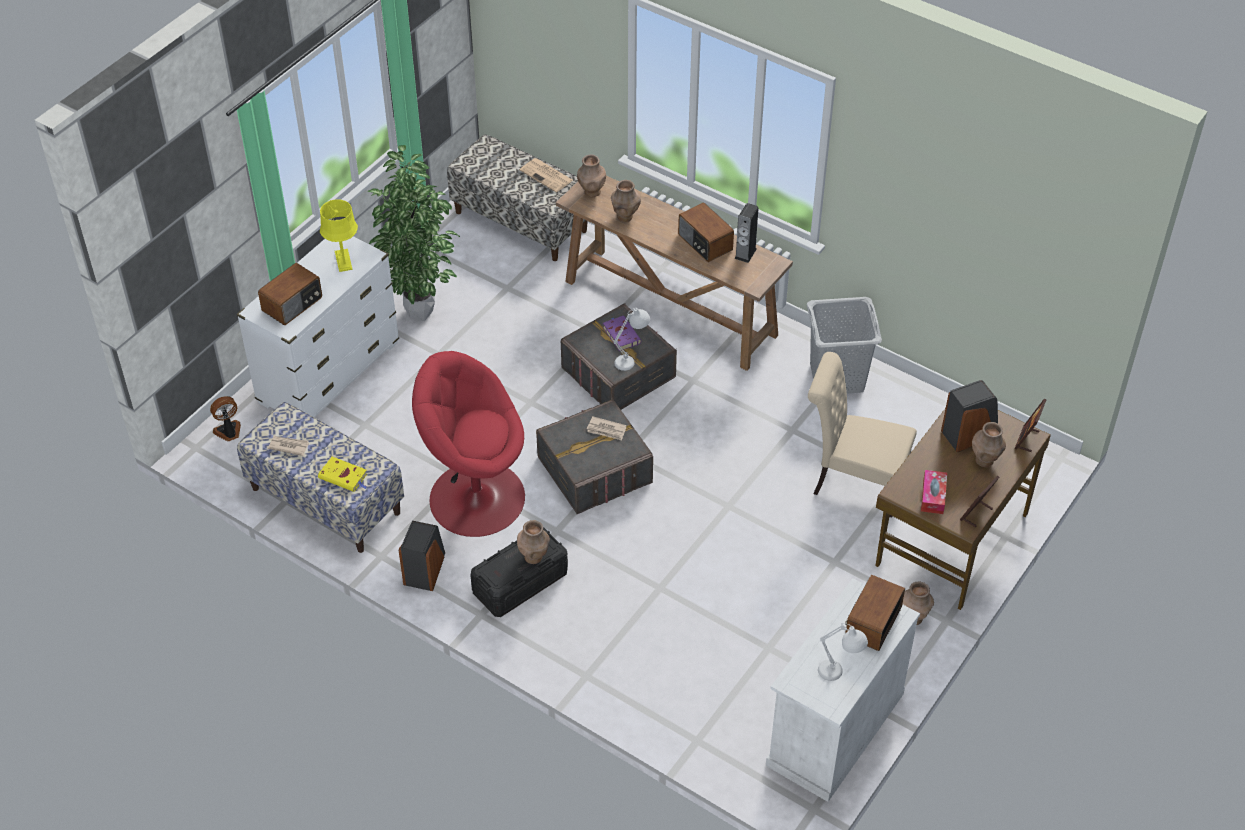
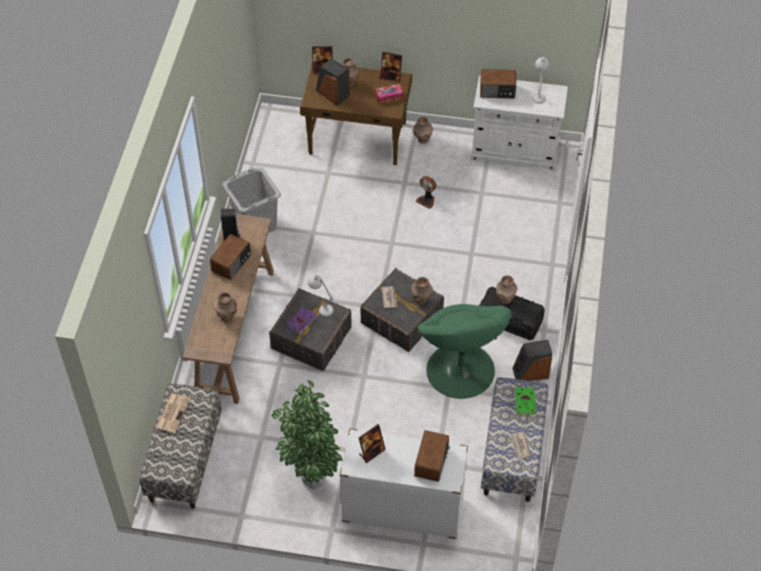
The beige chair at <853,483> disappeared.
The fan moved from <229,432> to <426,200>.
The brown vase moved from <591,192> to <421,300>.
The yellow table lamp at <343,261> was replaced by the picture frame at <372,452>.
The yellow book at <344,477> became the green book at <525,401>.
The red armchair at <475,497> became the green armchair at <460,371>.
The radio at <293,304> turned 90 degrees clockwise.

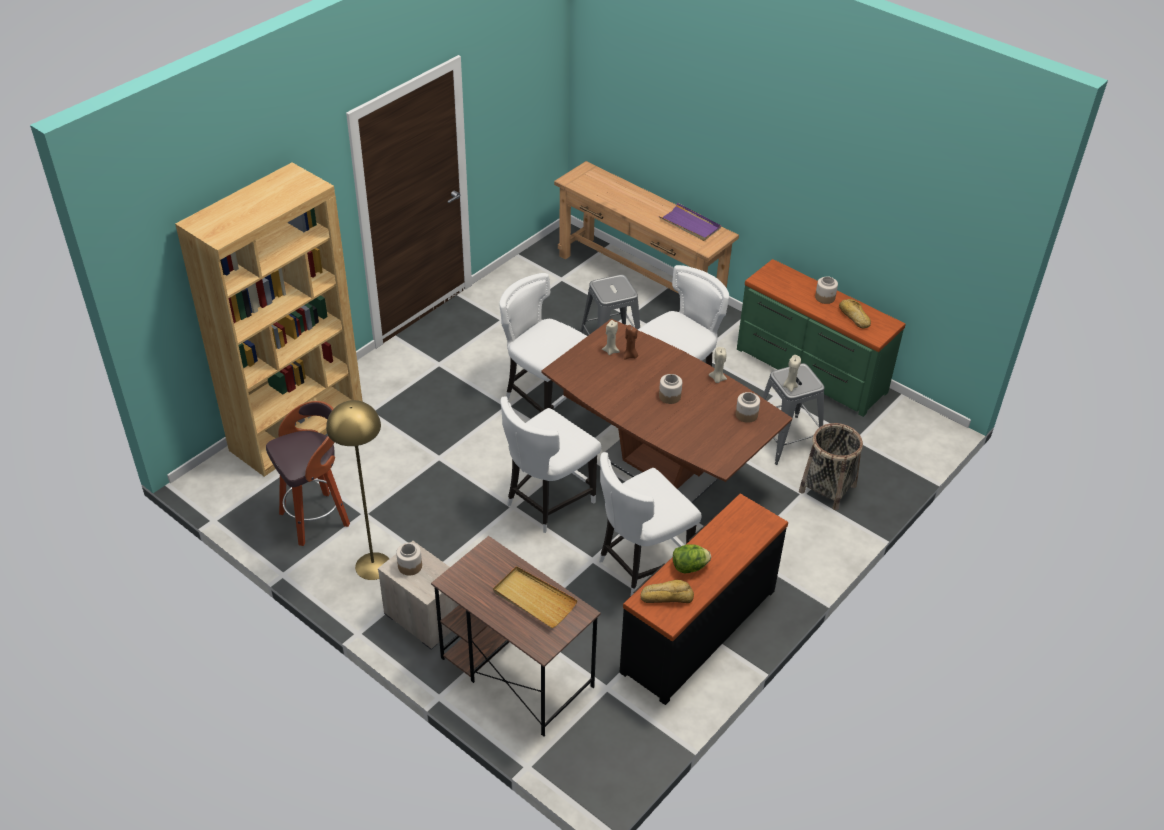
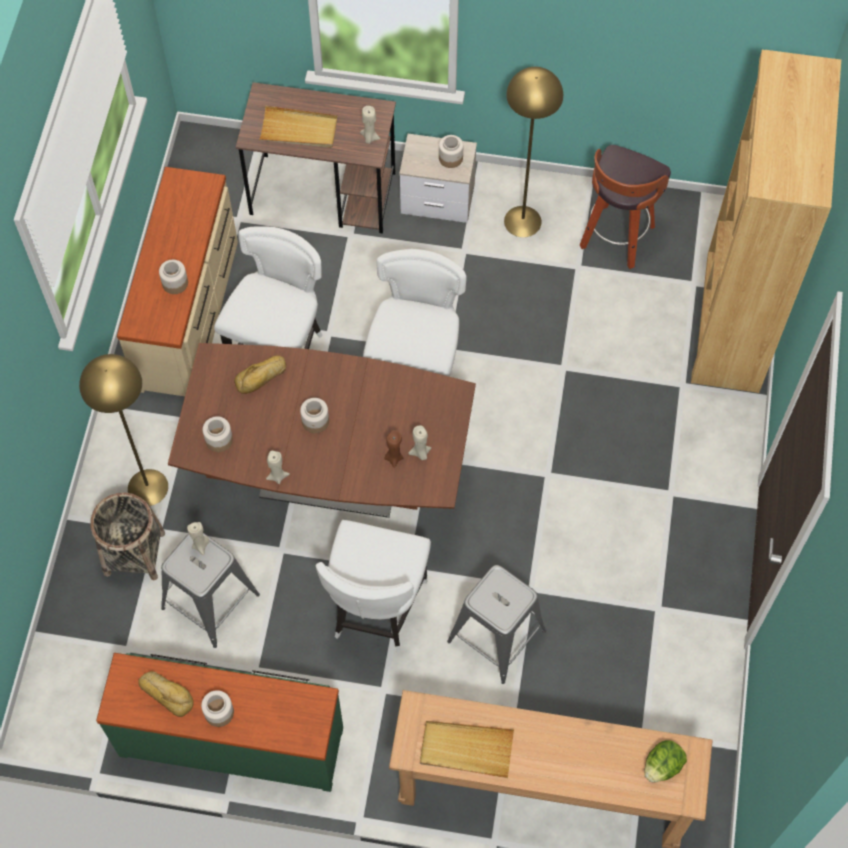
The white chair at <543,398> disappeared.
The yellow floor lamp at <147,487> appeared.
The jar at <175,283> appeared.
The beige candle at <369,137> appeared.
The bread moved from <666,596> to <262,377>.
The lettuce moved from <689,567> to <662,766>.
The black dresser at <697,629> became the beige dresser at <189,313>.
The purple tray at <690,224> became the beige tray at <466,749>.

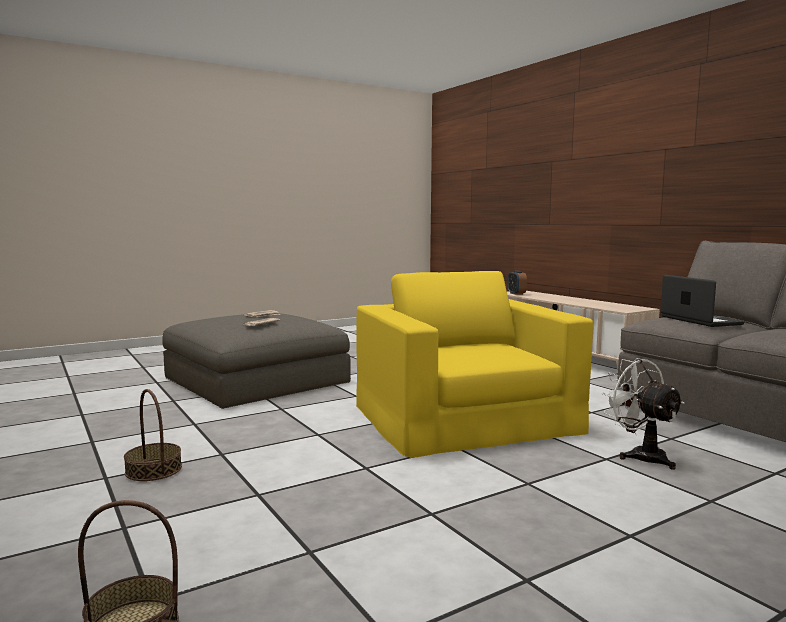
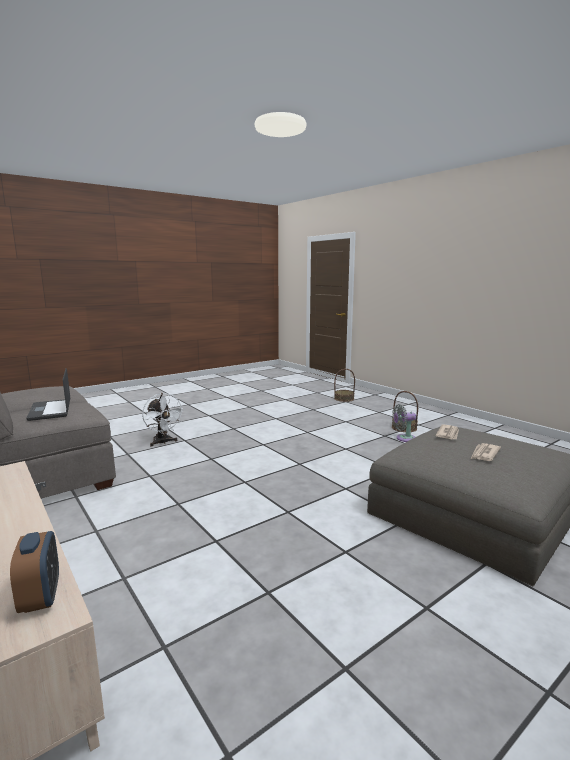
The yellow armchair at <464,418> disappeared.
The grey fan at <404,438> appeared.

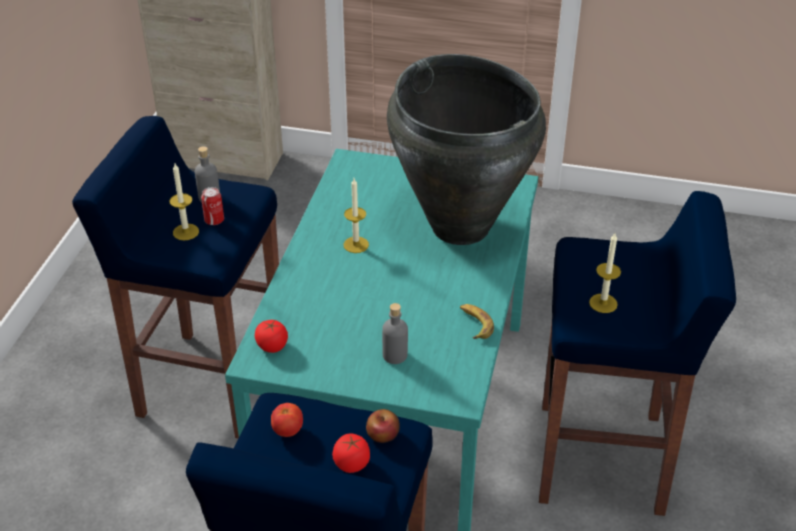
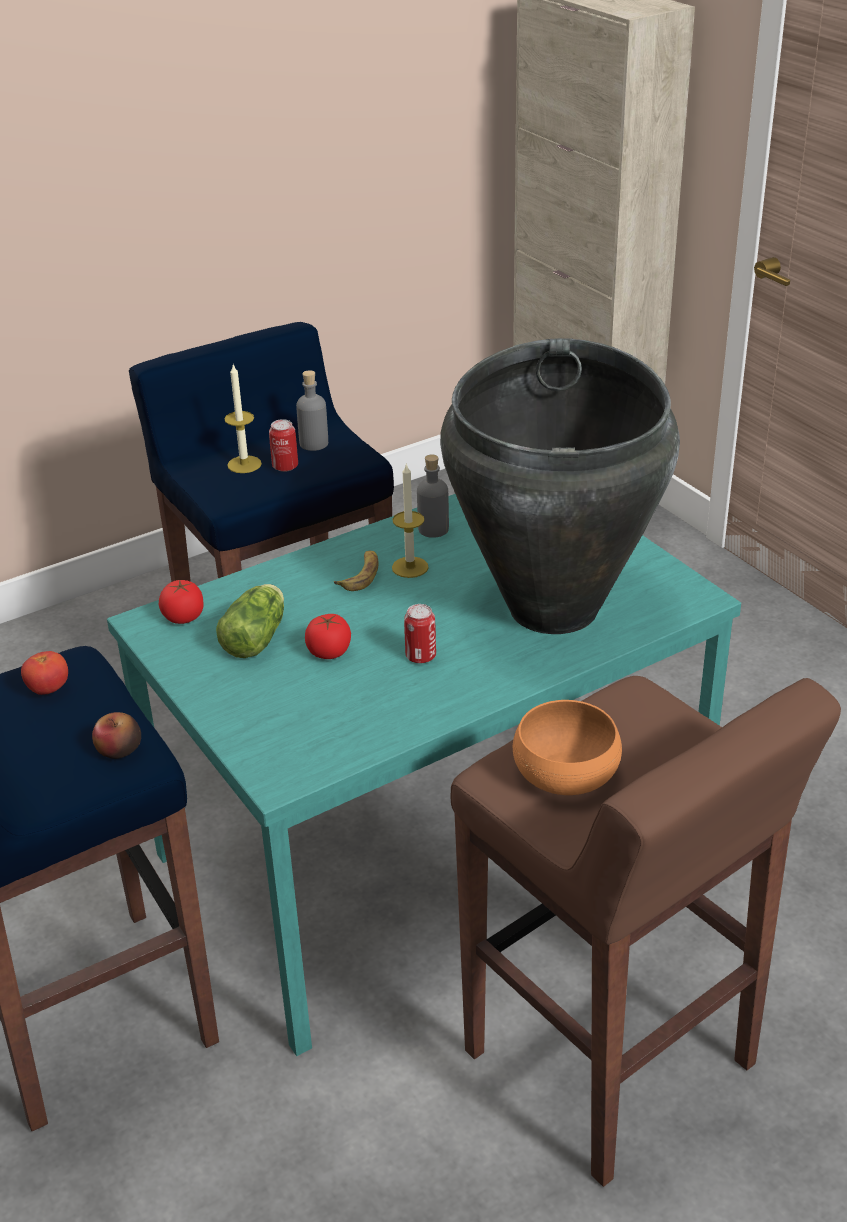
The lettuce at <257,636> appeared.
The can at <420,656> appeared.
The tomato moved from <352,463> to <329,652>.
The grey bottle moved from <395,355> to <433,529>.
The banana moved from <474,324> to <360,575>.
The candle at <603,303> was replaced by the orange bowl at <565,771>.
The blue stool at <603,459> became the brown stool at <612,1062>.

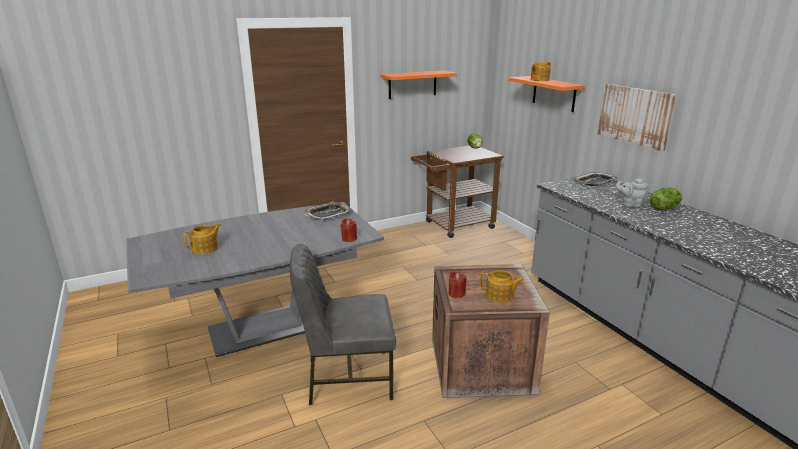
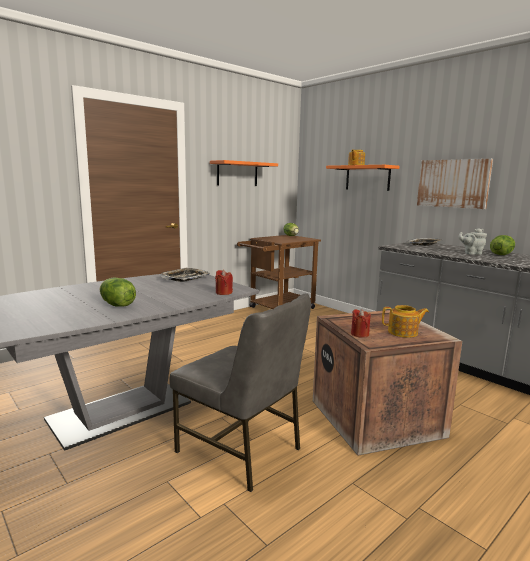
The teapot at <205,248> disappeared.
The lettuce at <117,305> appeared.
The grey chair at <347,377> turned 120 degrees counterclockwise.

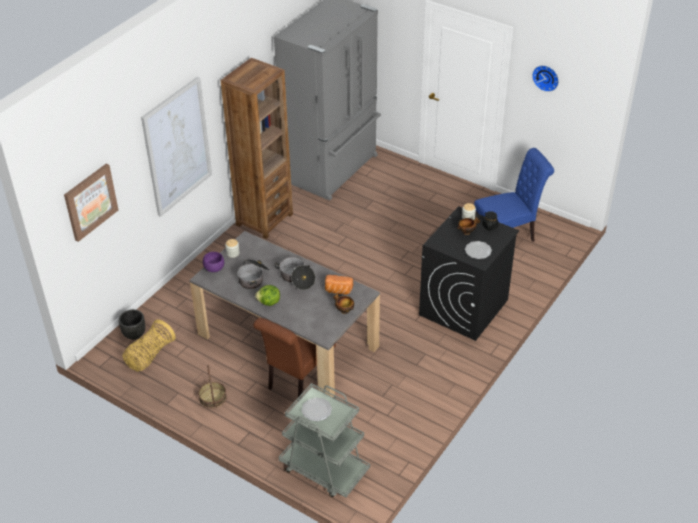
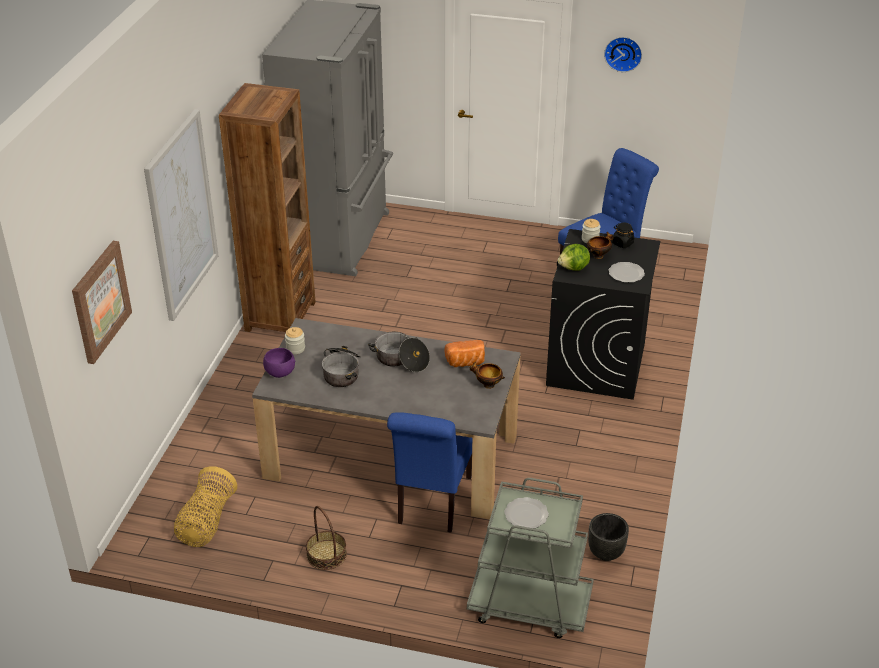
The black planter moved from <134,335> to <606,553>.
The lettuce moved from <269,302> to <574,268>.
The brown chair at <297,381> became the blue chair at <432,503>.

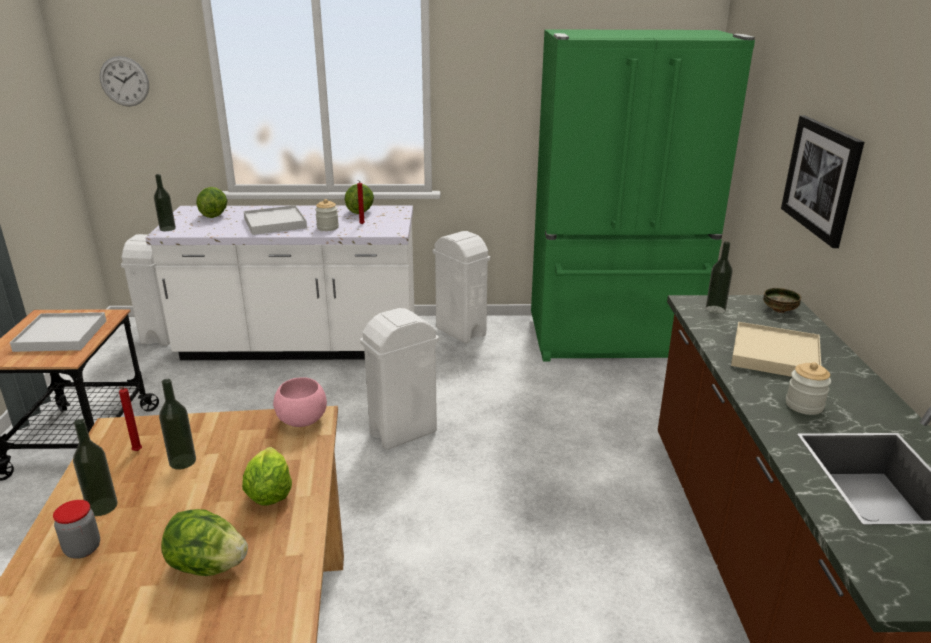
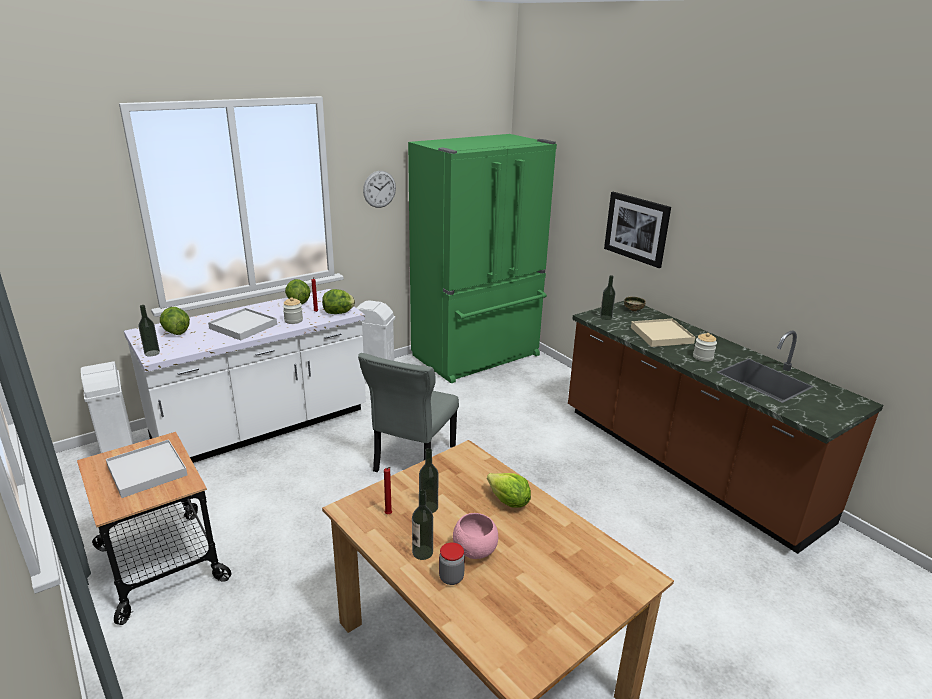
The wall clock moved from <124,81> to <379,189>.
The lettuce moved from <207,566> to <339,313>.
The pink bowl moved from <301,421> to <474,551>.
The white trash can at <402,432> was replaced by the grey chair at <413,460>.

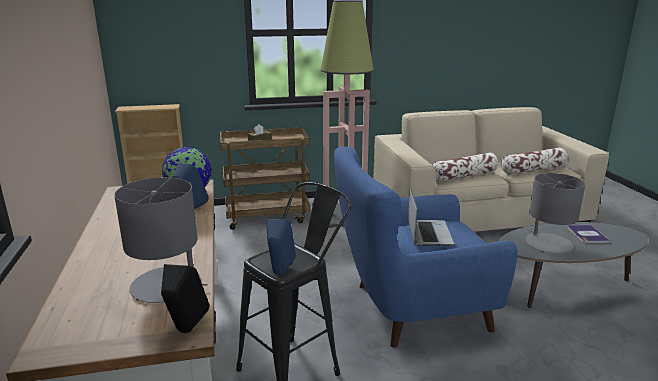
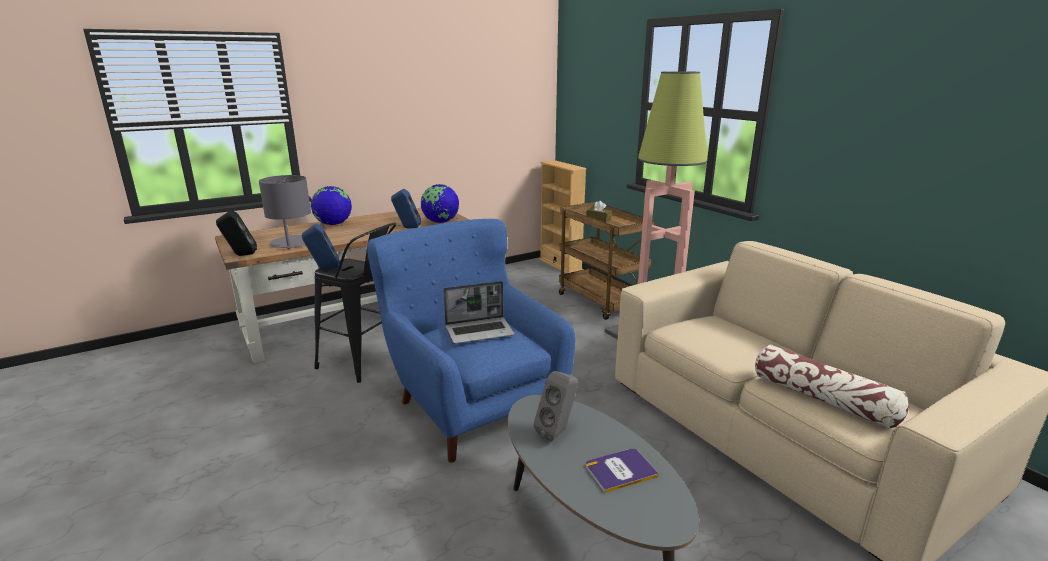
The pillow at <463,176> disappeared.
The globe at <333,224> appeared.
The grey table lamp at <548,244> was replaced by the grey speaker at <558,432>.

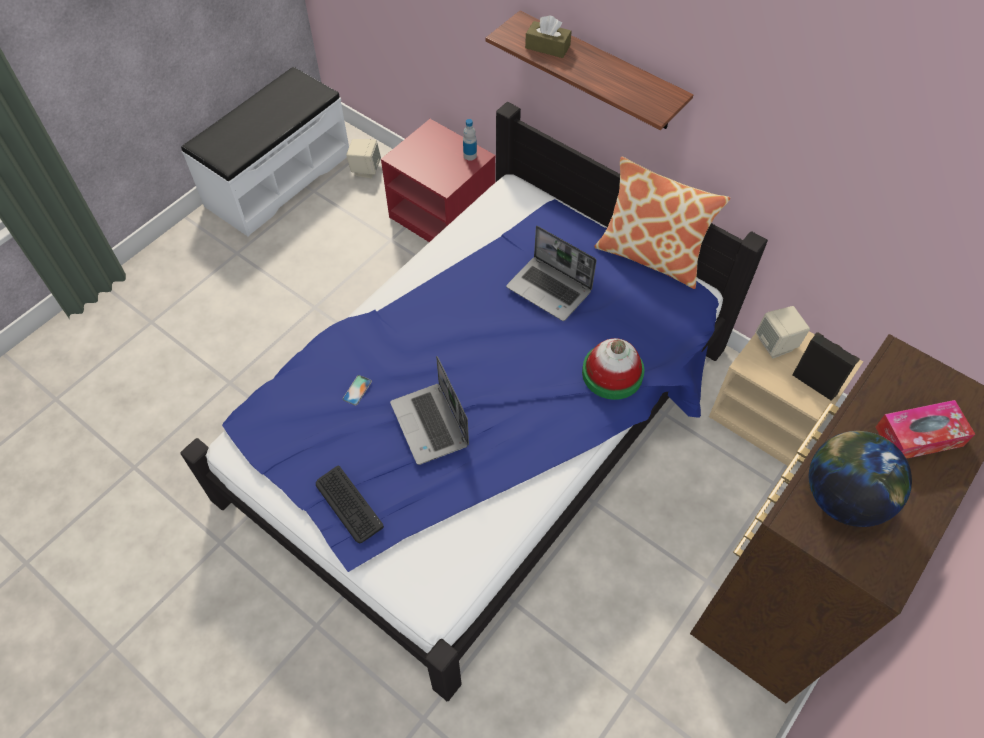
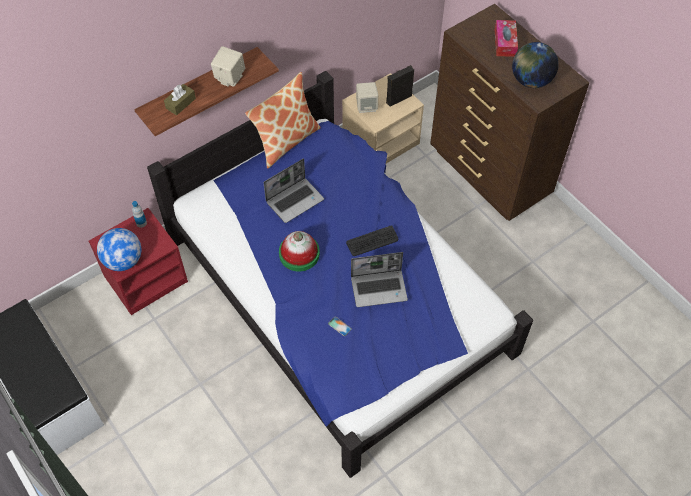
The globe at <123,261> appeared.
The keyboard moved from <348,505> to <372,241>.
The beige speaker moved from <365,169> to <229,78>.
The hat moved from <612,373> to <299,254>.

